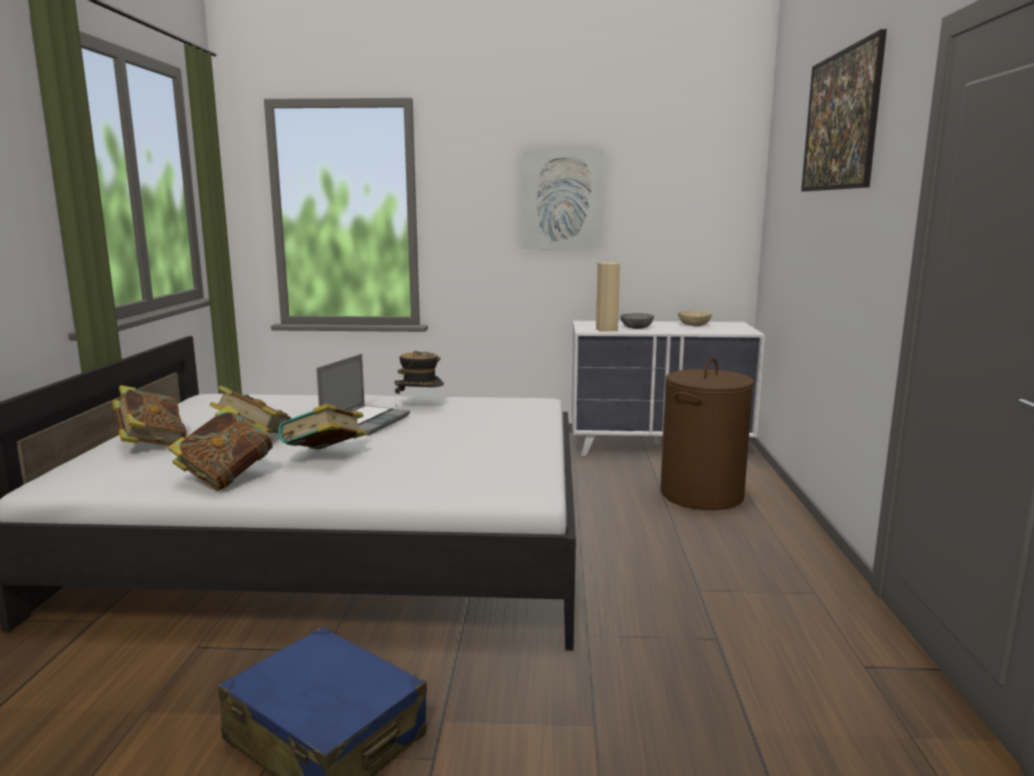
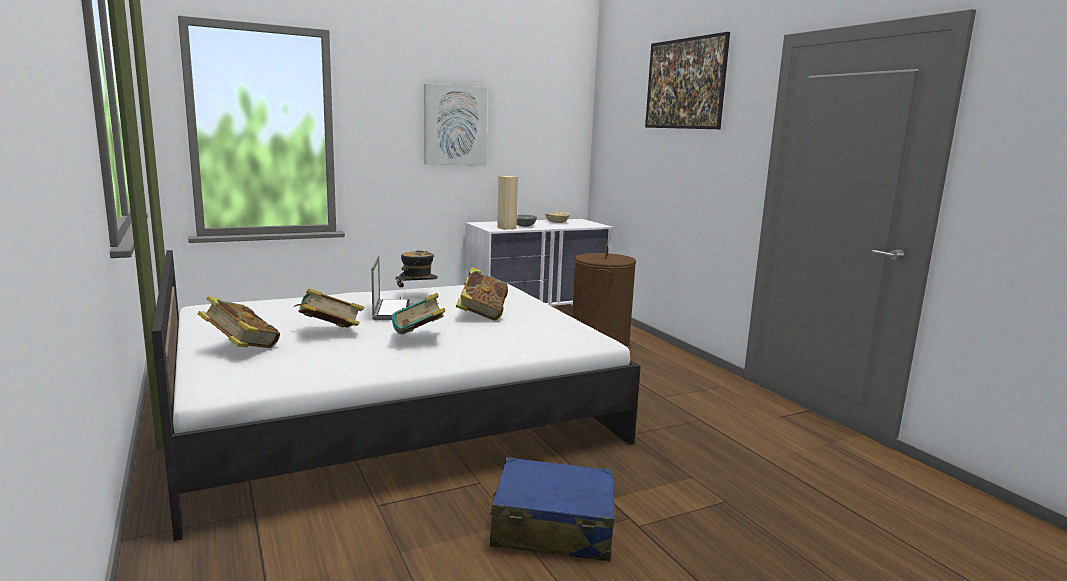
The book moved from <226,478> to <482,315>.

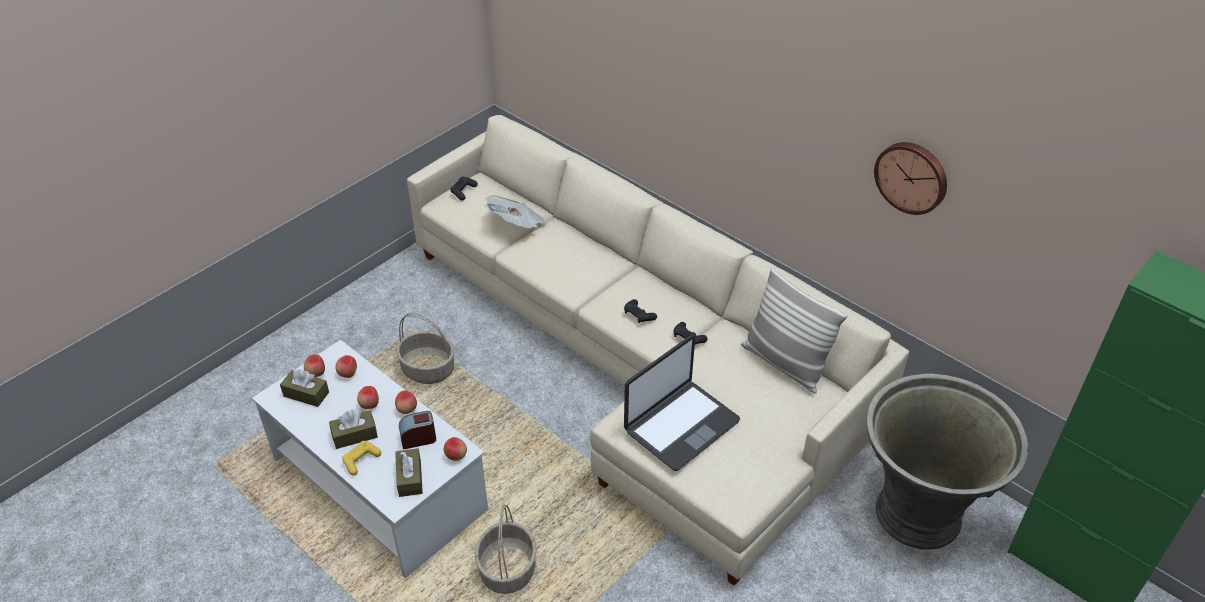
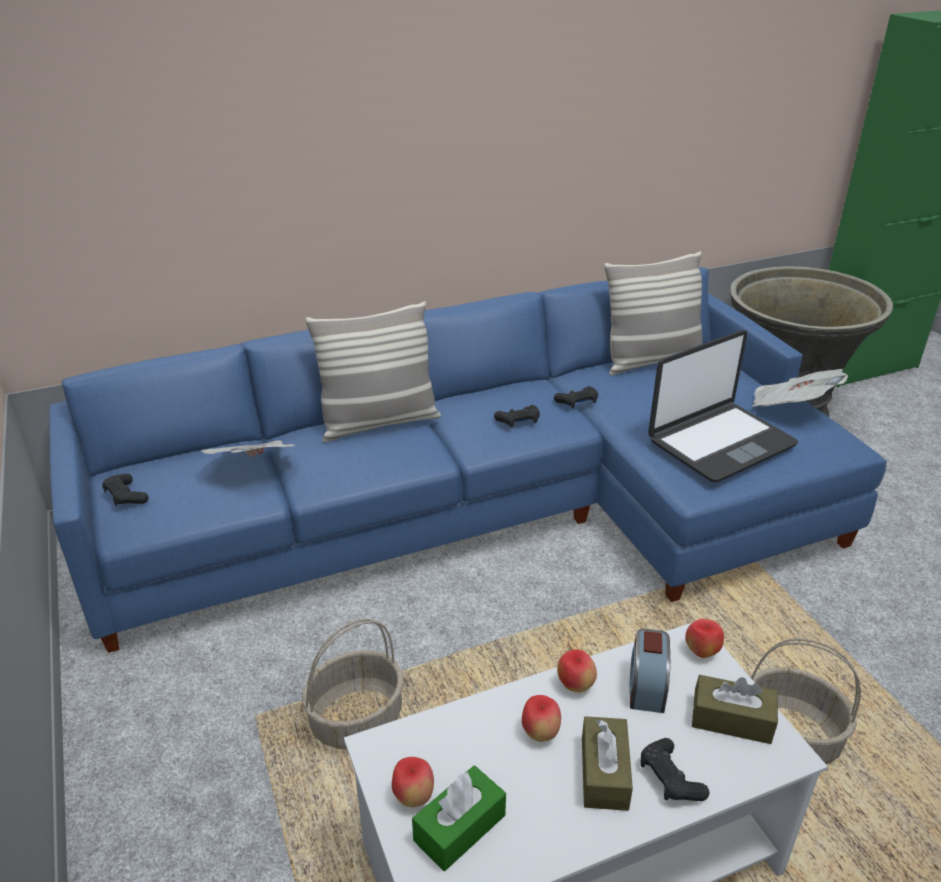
The apple at <348,374> disappeared.
The wall clock at <912,176> disappeared.
The pillow at <379,423> appeared.
The newspaper at <790,407> appeared.
The brown tissue box at <306,394> became the green tissue box at <459,827>.
The yellow game controller at <361,460> became the black game controller at <670,778>.
The beige sofa at <644,364> became the blue sofa at <493,508>.
The laptop at <680,425> turned 75 degrees clockwise.

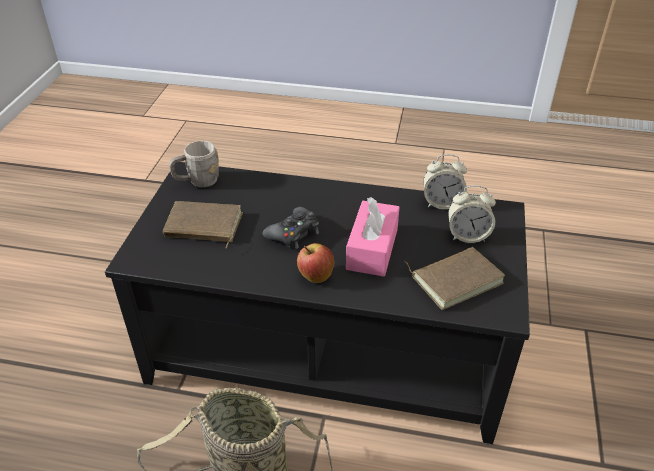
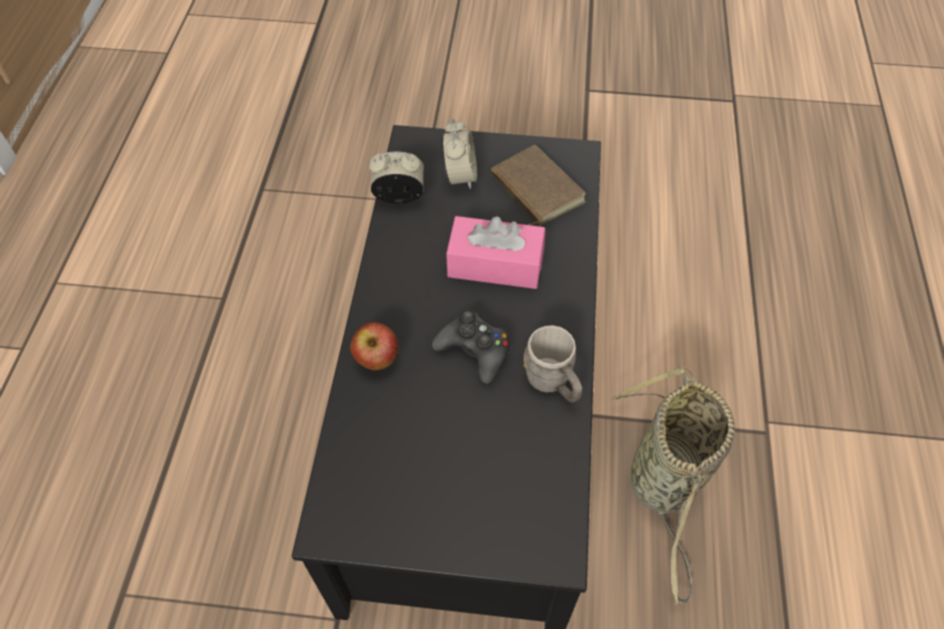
The brown book at <203,227> disappeared.
The grey mug moved from <197,182> to <553,383>.
The apple moved from <315,276> to <377,360>.
The alarm clock at <441,203> turned 90 degrees counterclockwise.

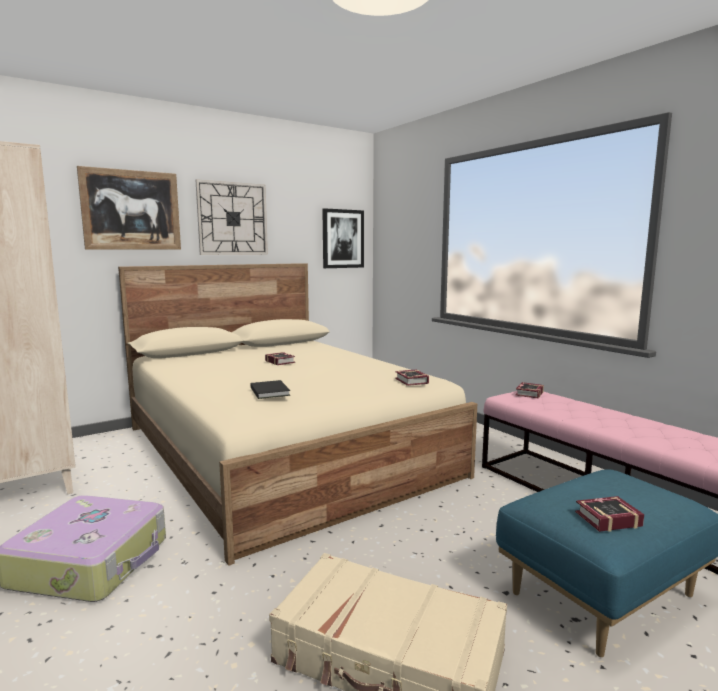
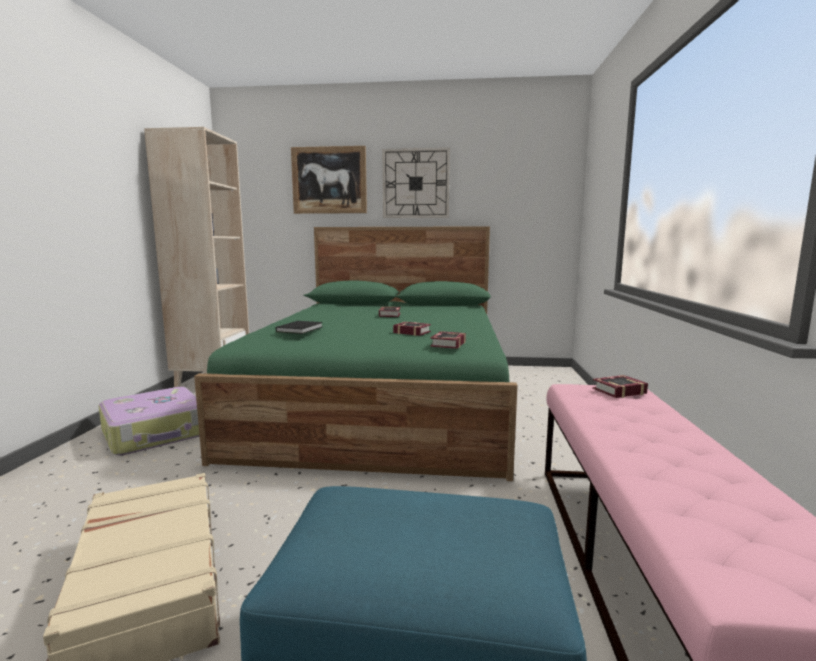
The picture at <342,239> disappeared.
The book moved from <605,518> to <411,332>.
The beige bed at <282,450> became the green bed at <385,401>.

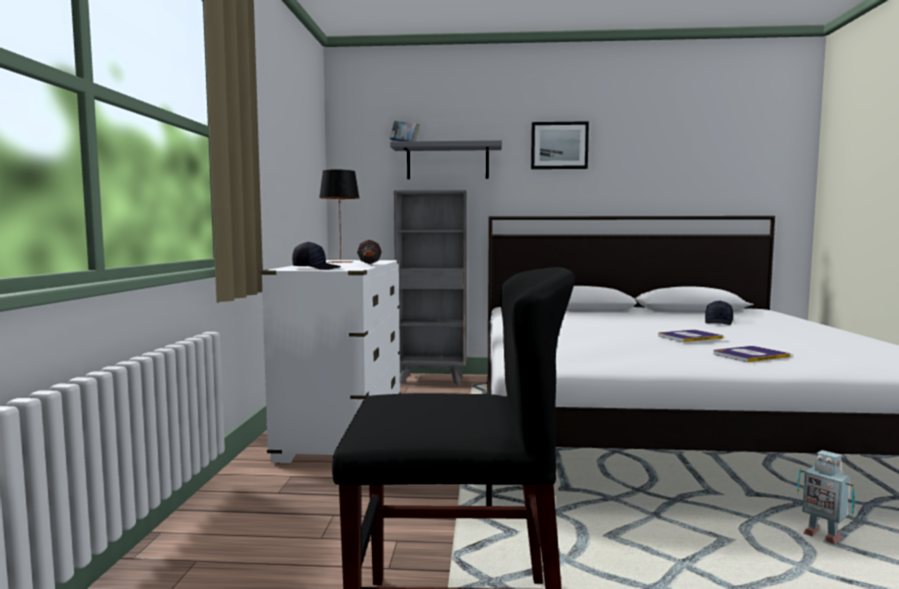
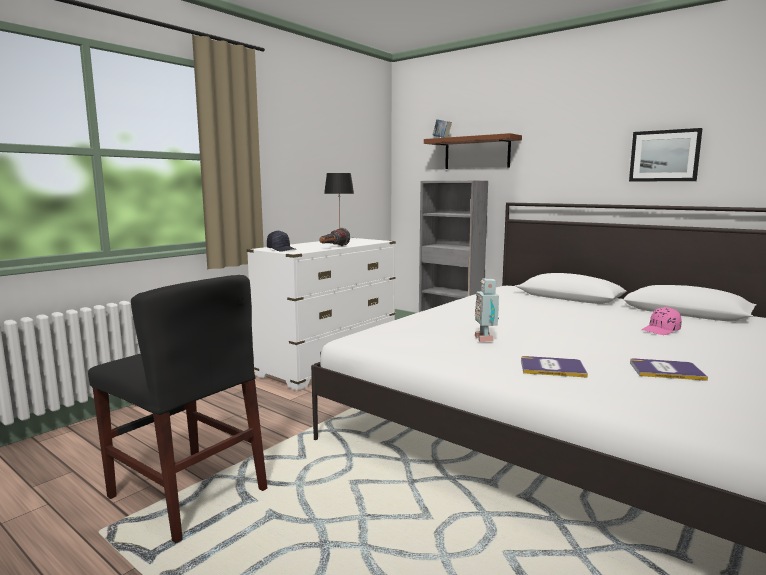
The picture moved from <559,145> to <664,156>.
The book moved from <689,337> to <666,370>.
The toy robot moved from <821,536> to <485,338>.
The grey shelf at <447,162> became the brown shelf at <477,153>.
The black cap at <719,322> became the pink cap at <661,330>.

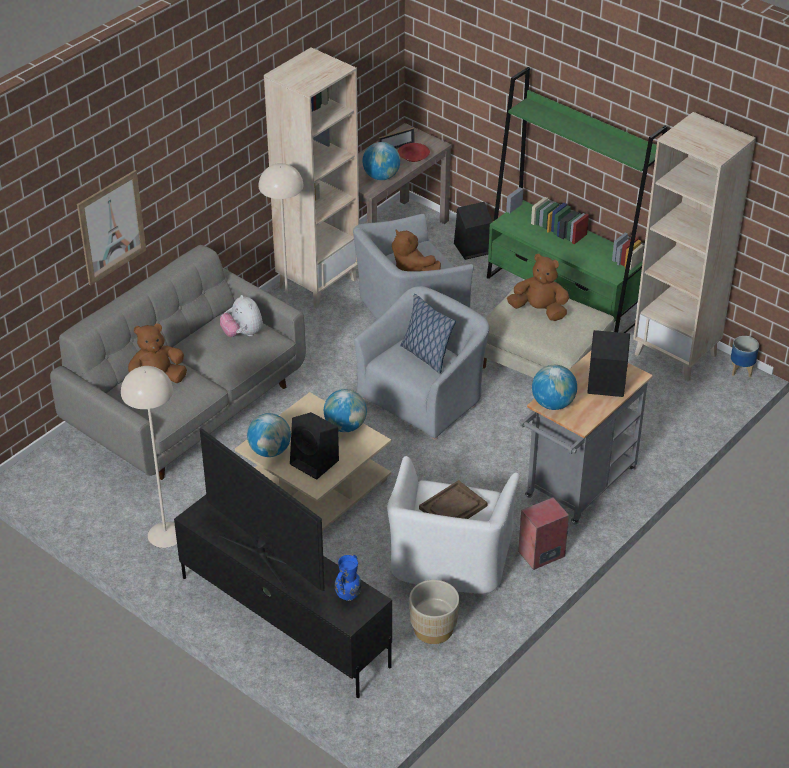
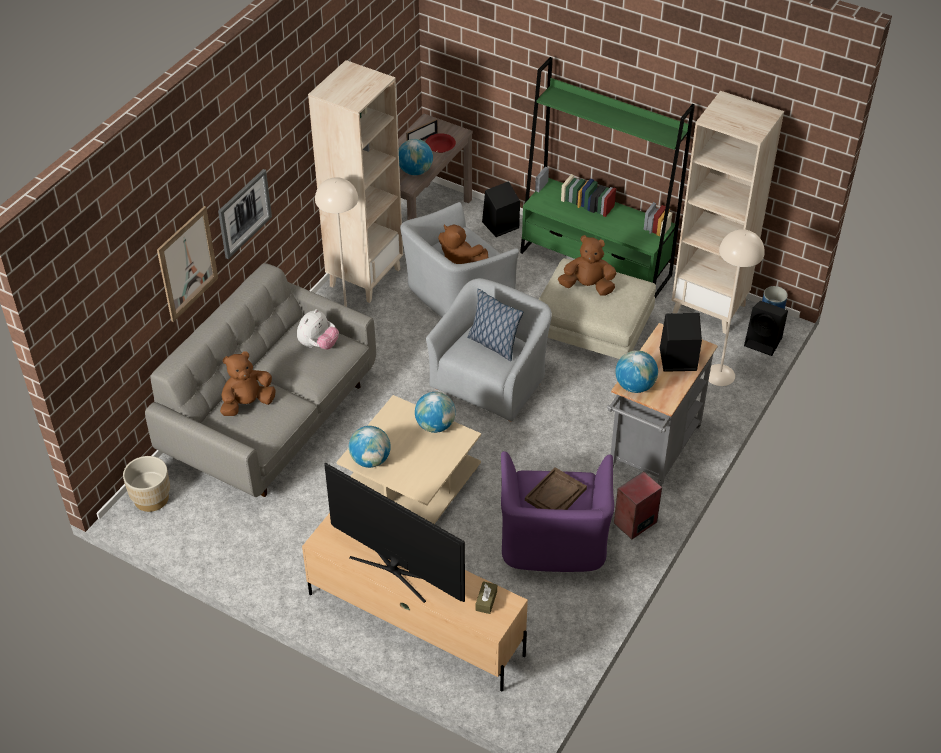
The picture at <244,213> appeared.
The beige floor lamp moved from <165,534> to <719,375>.
The black speaker moved from <315,462> to <764,342>.
The beige planter moved from <433,629> to <151,498>.
The blue vase at <348,595> was replaced by the brown tissue box at <486,601>.
The black tv stand at <283,620> became the beige tv stand at <414,623>.
The white armchair at <450,559> became the purple armchair at <553,540>.
The plush toy at <243,333> turned 105 degrees counterclockwise.

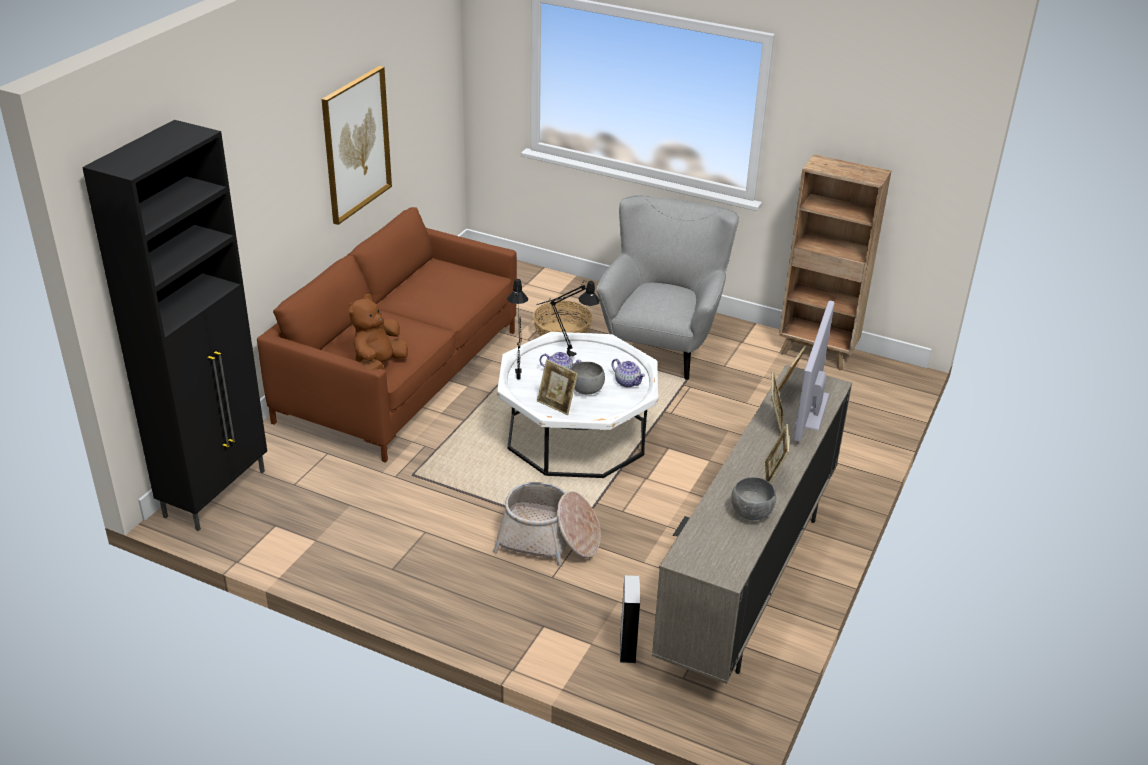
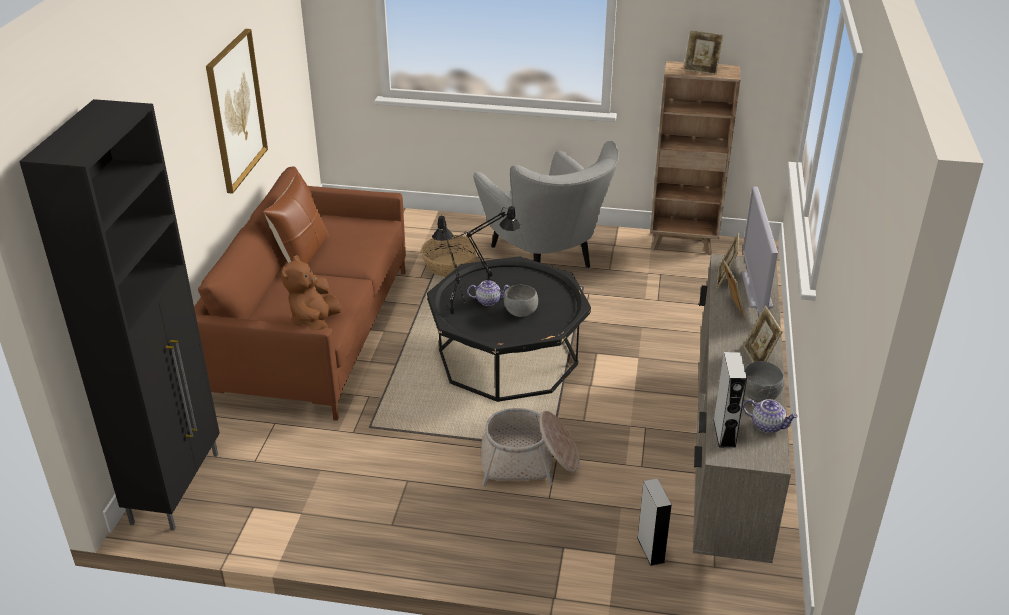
The brown pillow at <302,255> appeared.
The grey speaker at <724,433> appeared.
The picture frame moved from <556,405> to <701,70>.
The teapot moved from <628,382> to <767,425>.
The white coffee table at <576,435> became the black coffee table at <508,357>.
The grey armchair at <662,345> turned 150 degrees clockwise.

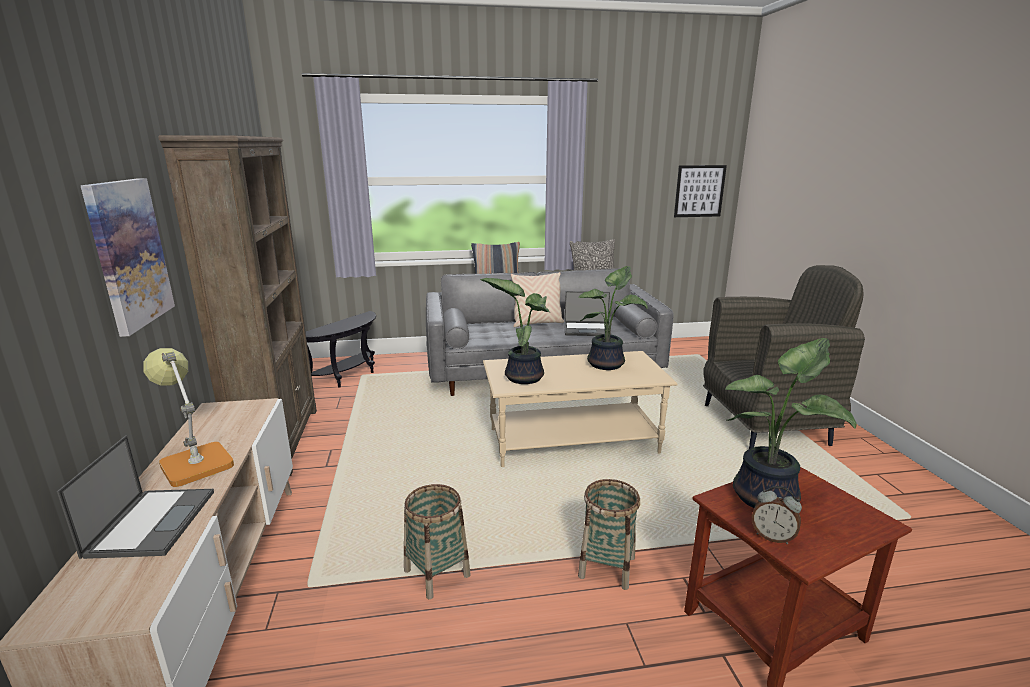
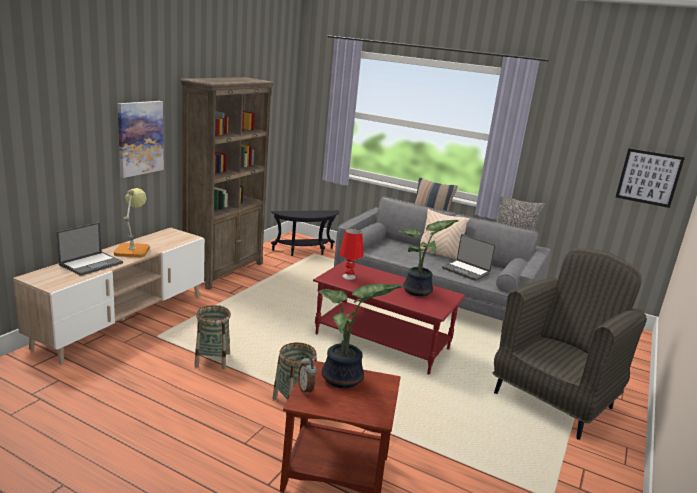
The potted plant at <523,376> was replaced by the red table lamp at <349,277>.
The beige coffee table at <573,440> became the red coffee table at <382,341>.
The grey armchair at <766,424> turned 75 degrees counterclockwise.

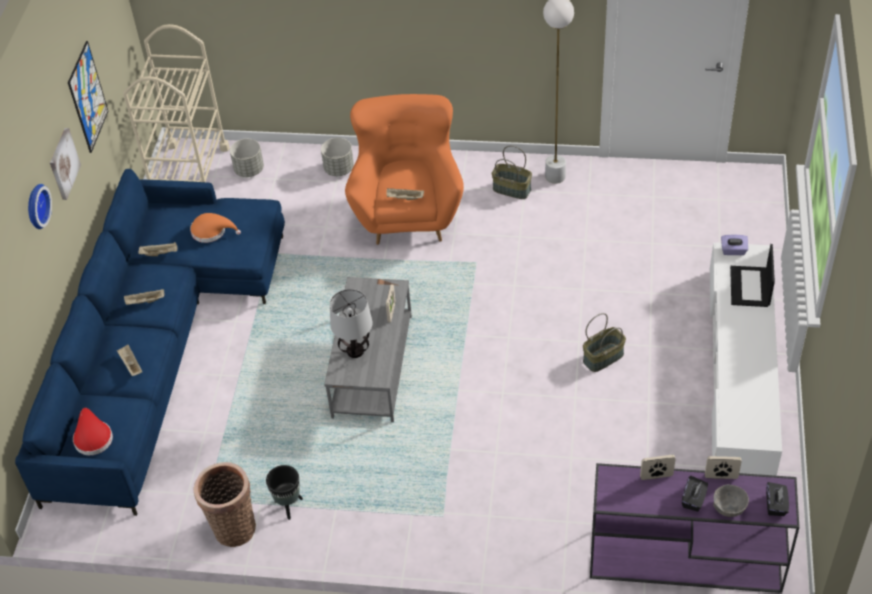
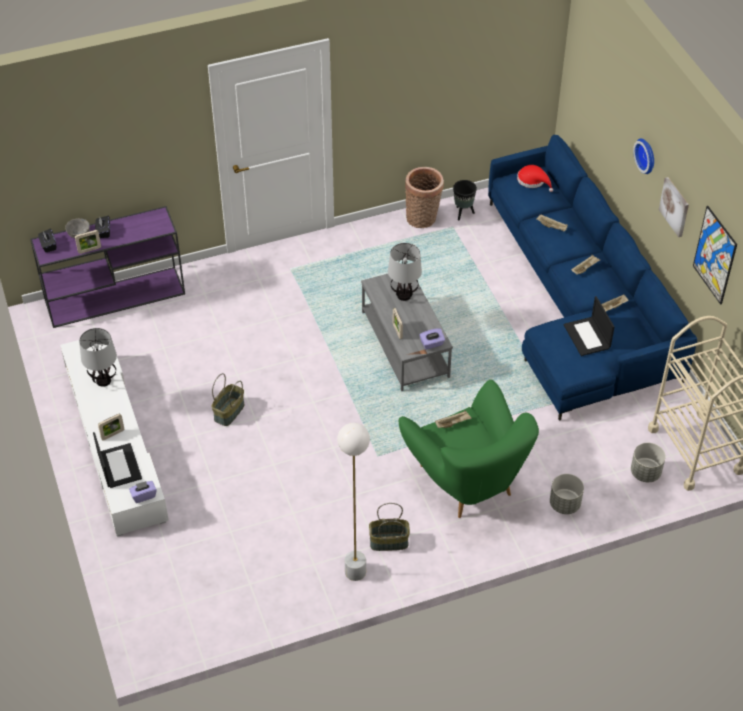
The table lamp at <103,380> appeared.
The purple tissue box at <432,344> appeared.
The black planter moved from <288,506> to <463,213>.
The picture frame moved from <656,476> to <112,434>.
The orange hat at <211,231> was replaced by the laptop at <587,337>.
The orange armchair at <408,213> became the green armchair at <467,481>.

